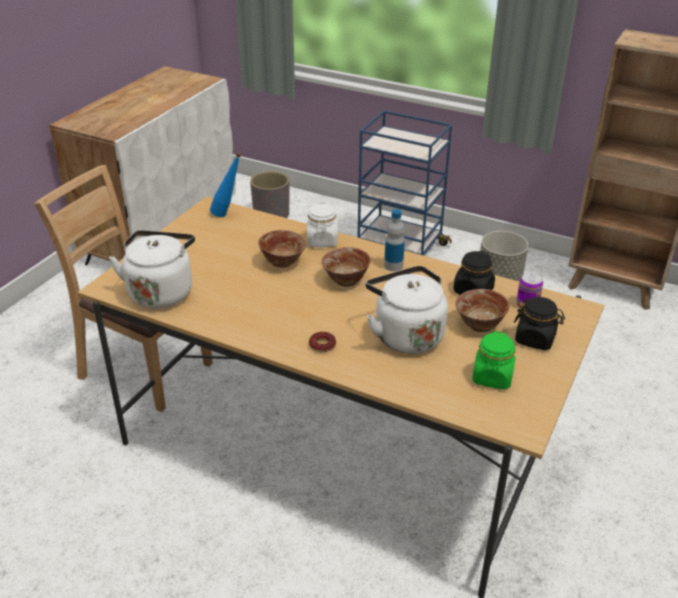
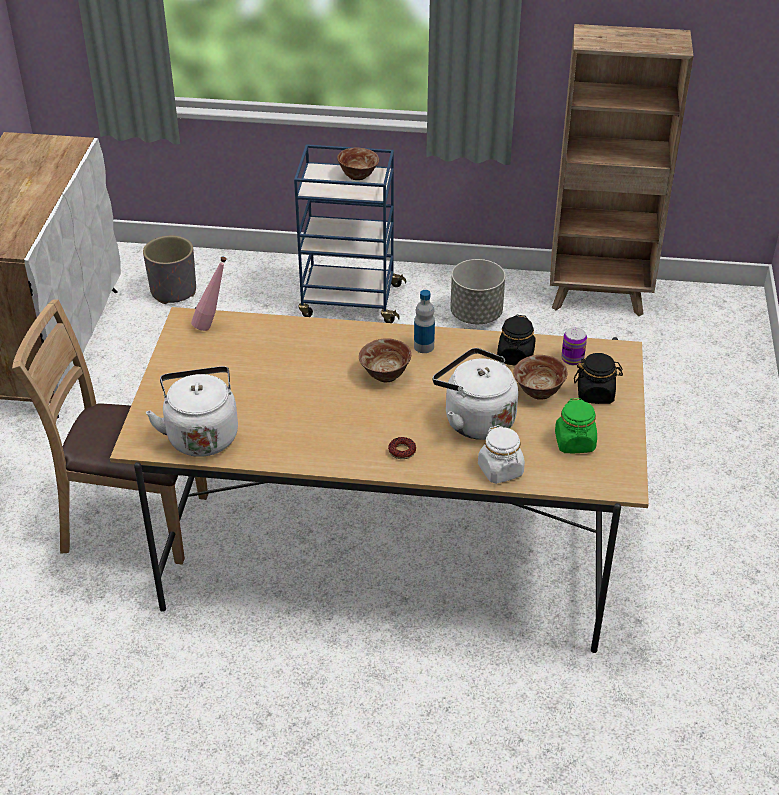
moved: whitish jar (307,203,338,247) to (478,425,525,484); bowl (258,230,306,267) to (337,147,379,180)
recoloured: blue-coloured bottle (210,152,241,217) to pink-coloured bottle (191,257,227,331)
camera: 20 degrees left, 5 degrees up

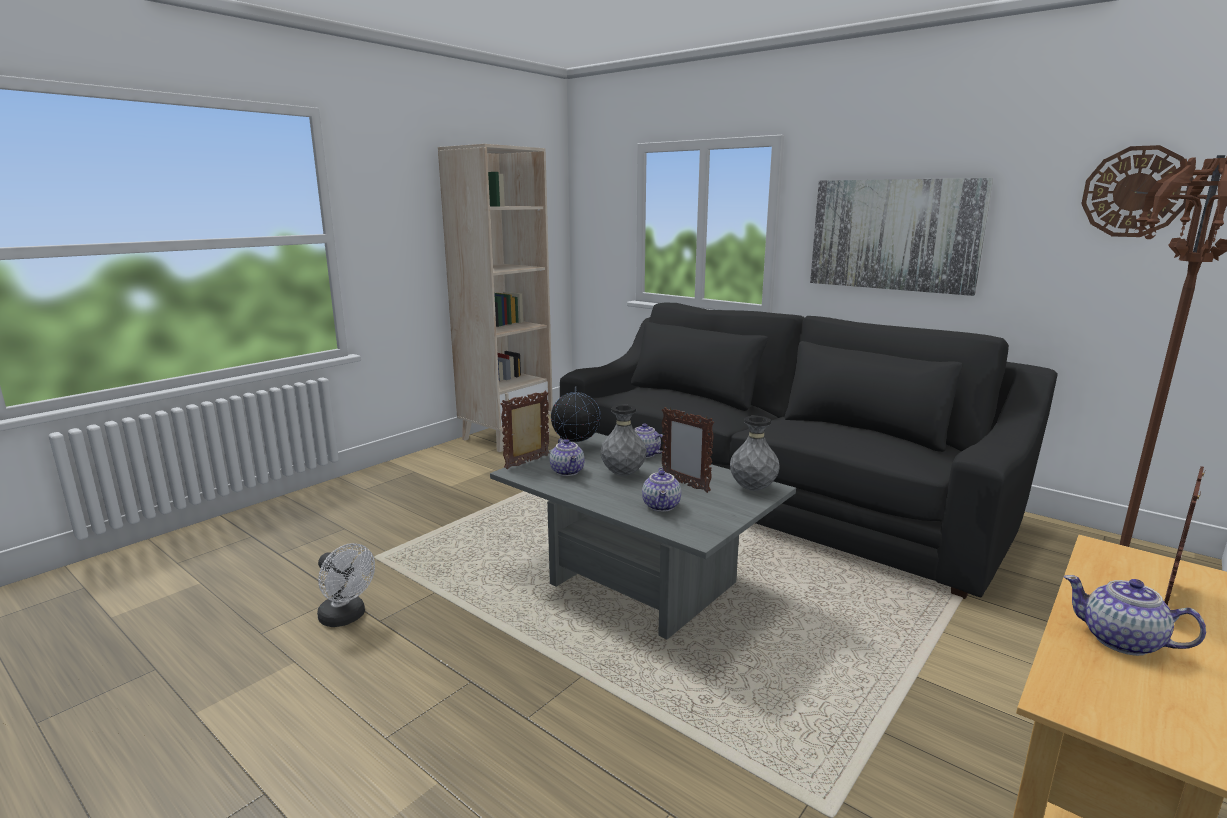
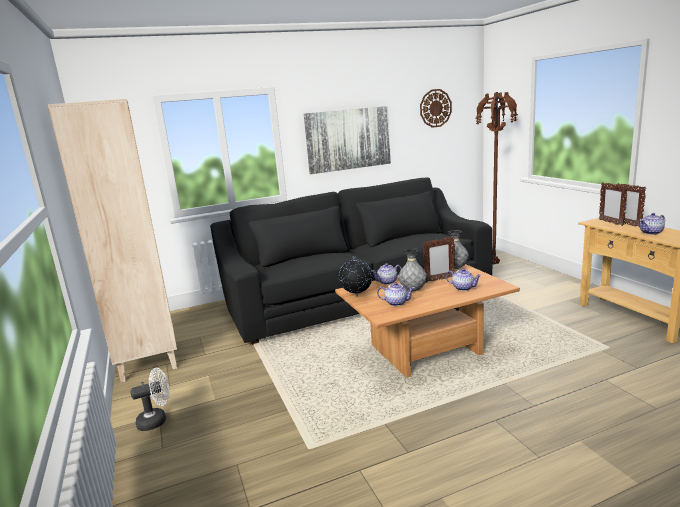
moved: standing frame (500,391,549,469) to (599,182,628,226); whitish electric fan (317,543,375,627) to (130,368,169,431)
recoloured: grey coffee table (490,433,796,639) to brown-coloured coffee table (335,264,520,378)
camera: 60 degrees left, 0 degrees up

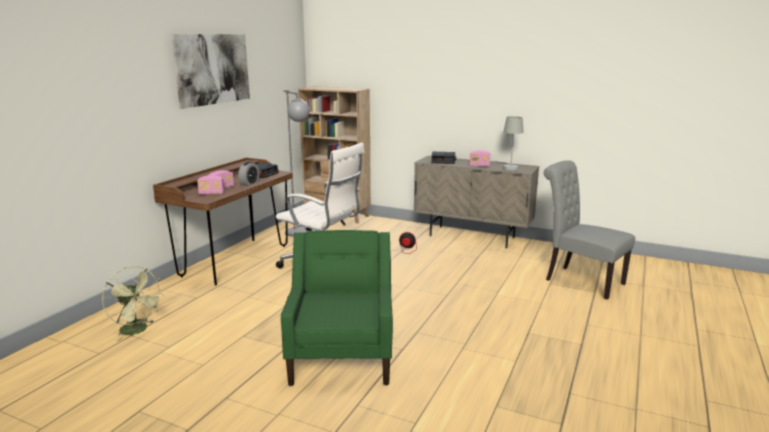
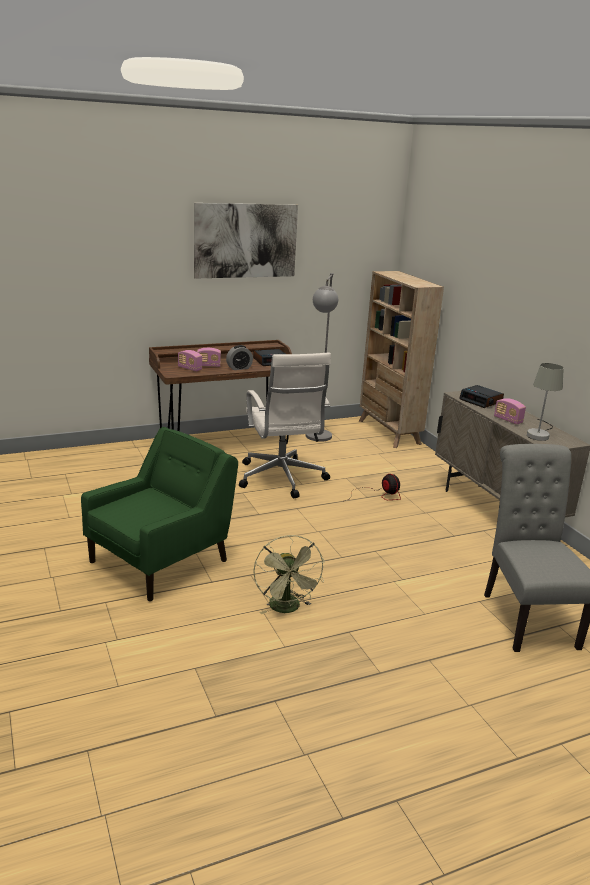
moved: green-coloured electric fan (102,266,164,341) to (253,535,325,614)
camera: 40 degrees right, 5 degrees up

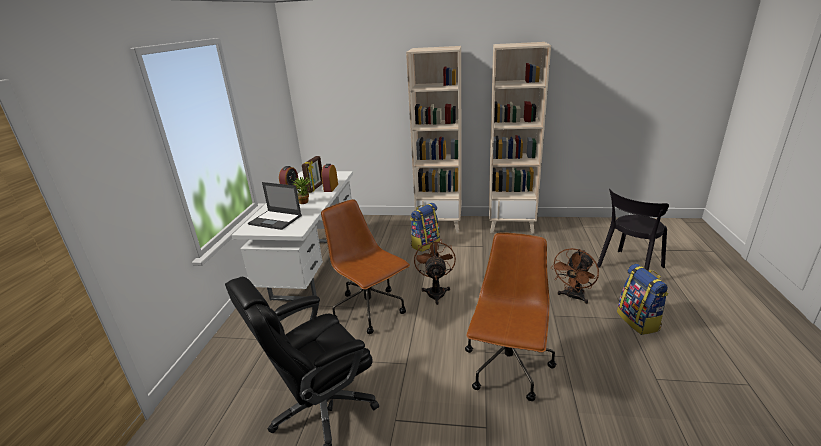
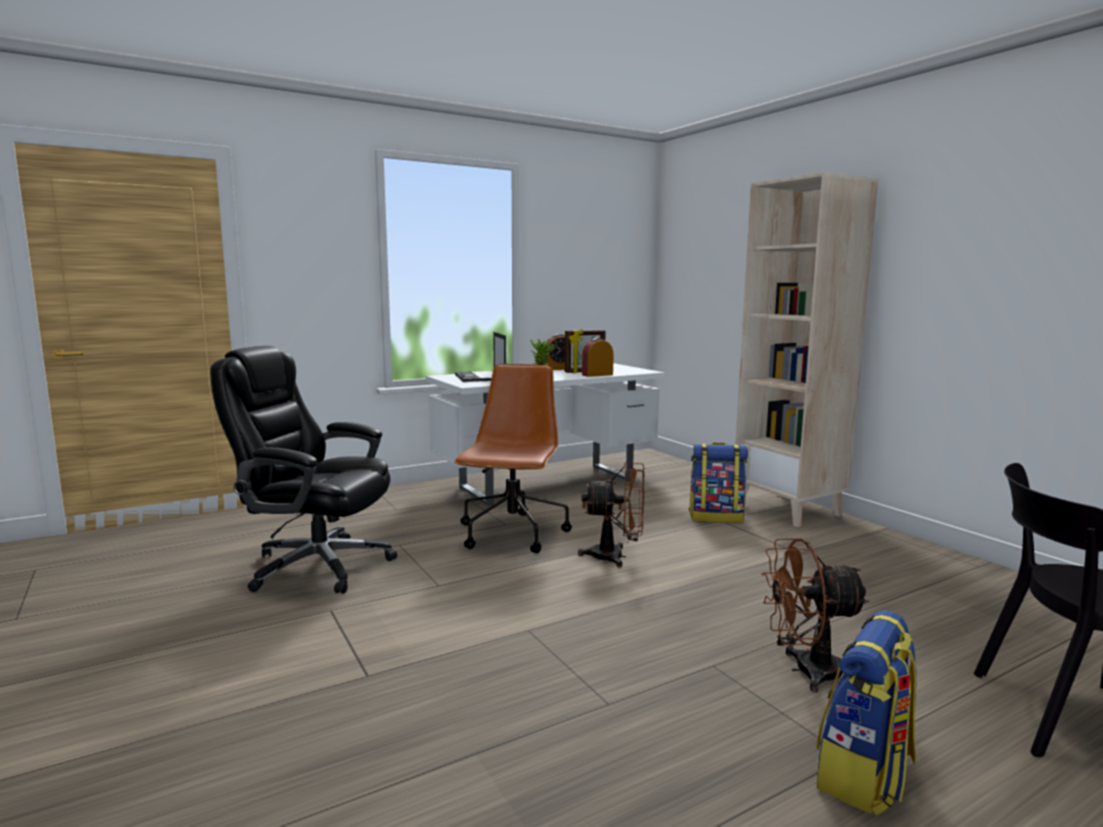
removed: beige-coloured shelving unit (489,42,551,234); brown-coloured office chair (465,232,557,401)
turned: brown-coloured electric fan (414,239,456,305) = (578,462,645,568) 45 degrees clockwise
camera: 50 degrees right, 15 degrees down

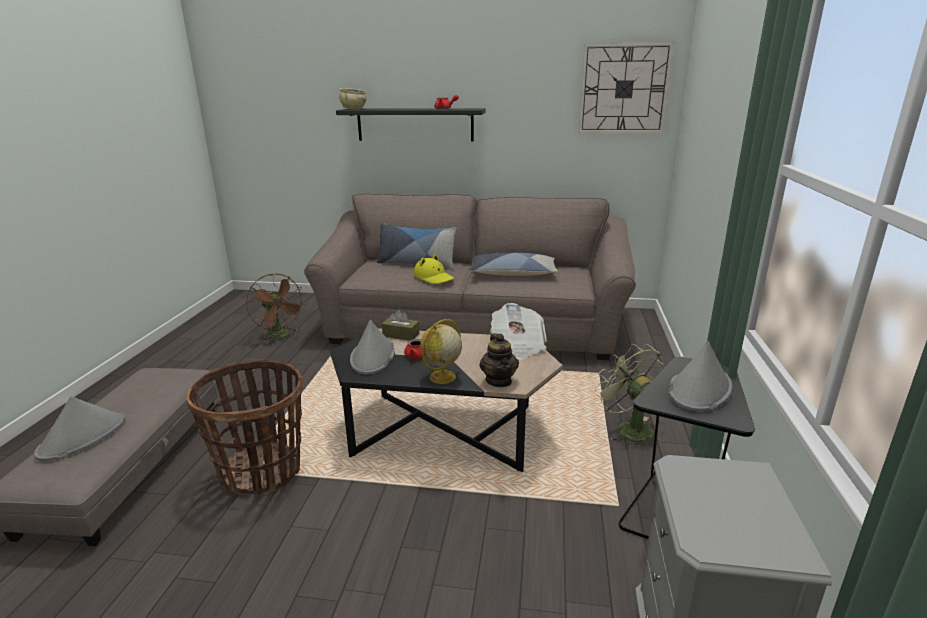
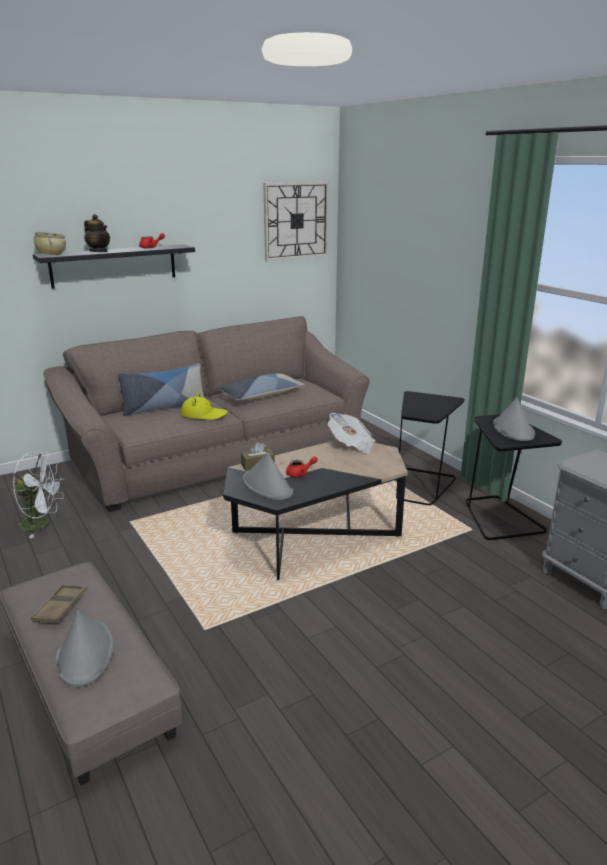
removed: globe (420,319,462,384); basket (187,360,303,495)
added: brown-coloured tray (31,584,87,624)
moved: teapot (479,333,519,387) to (84,214,110,252)
replaced: green-coloured electric fan (594,344,664,450) to blackish end table (396,391,465,505)
recoloured: brown-coloured electric fan (246,274,305,344) to whitish electric fan (13,452,64,538)
camera: 40 degrees left, 0 degrees up

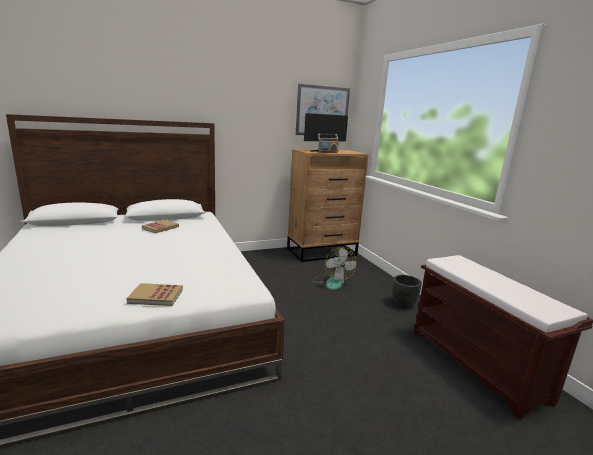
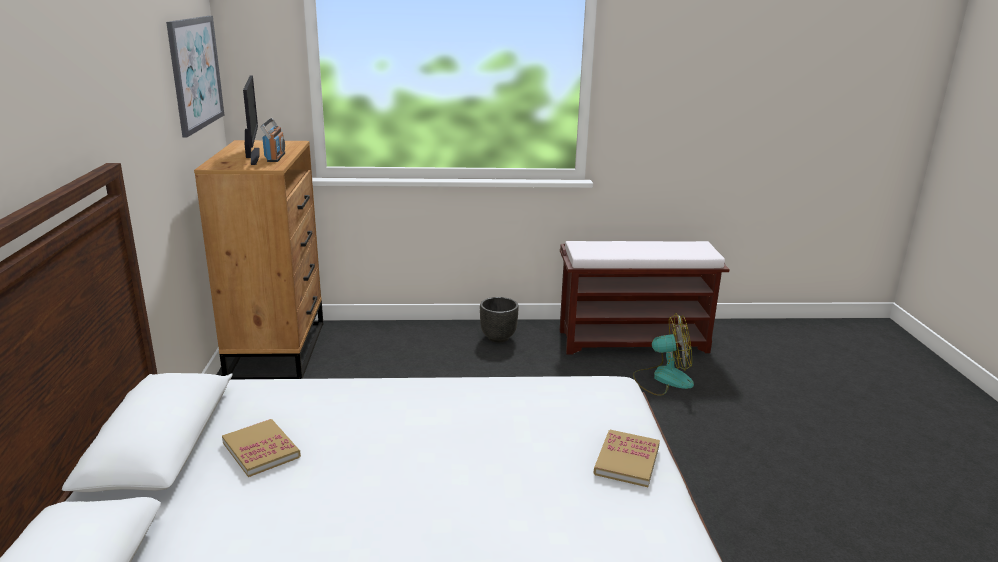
moved: electric fan (312,247,357,290) to (633,313,694,396)
camera: 70 degrees left, 5 degrees up

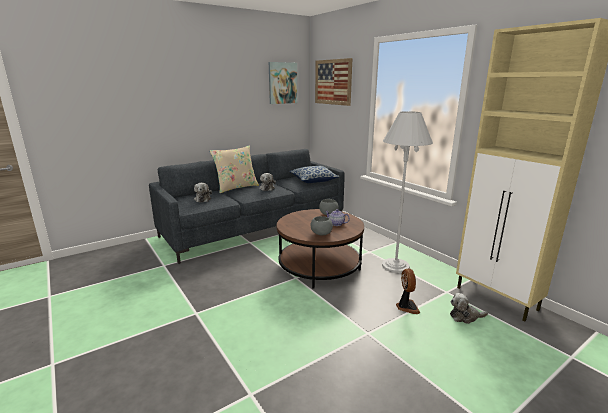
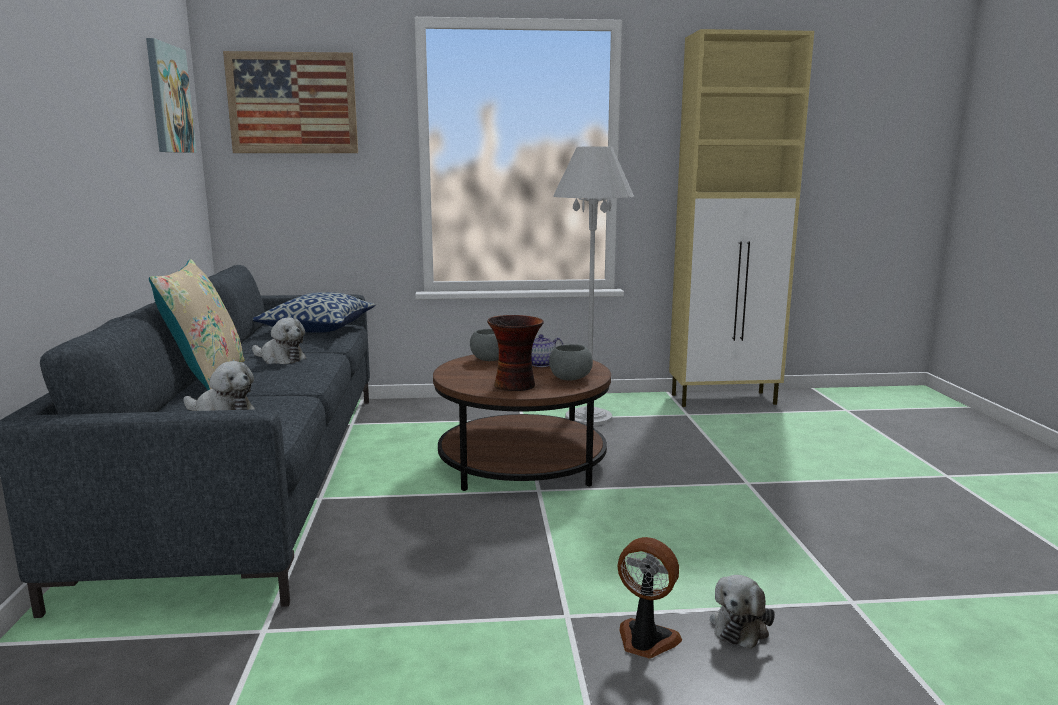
added: flower vase (487,315,544,391)
moved: electric fan (396,269,420,314) to (617,537,682,658); plush toy (450,293,488,324) to (710,575,775,649)
camera: 60 degrees left, 5 degrees down

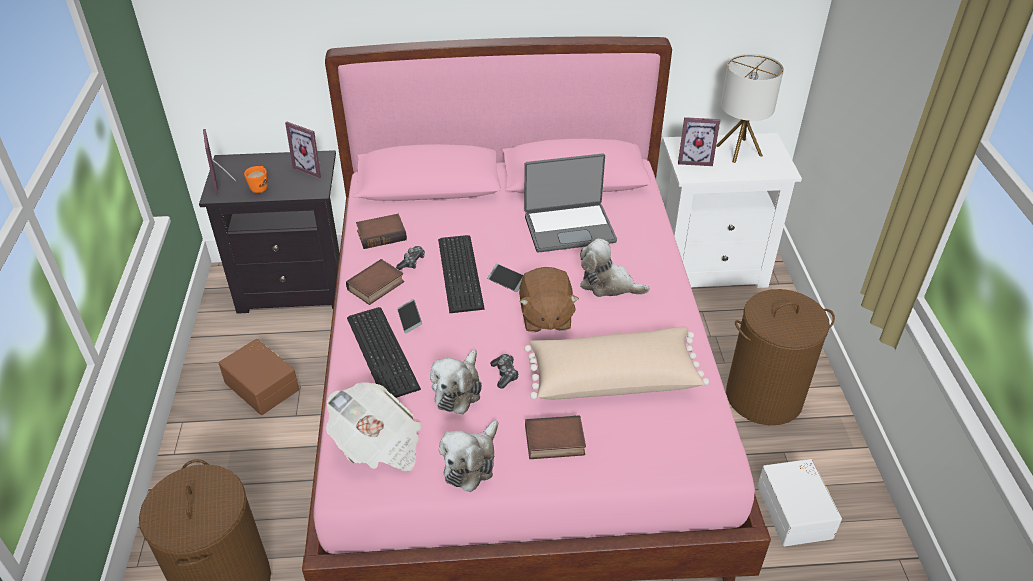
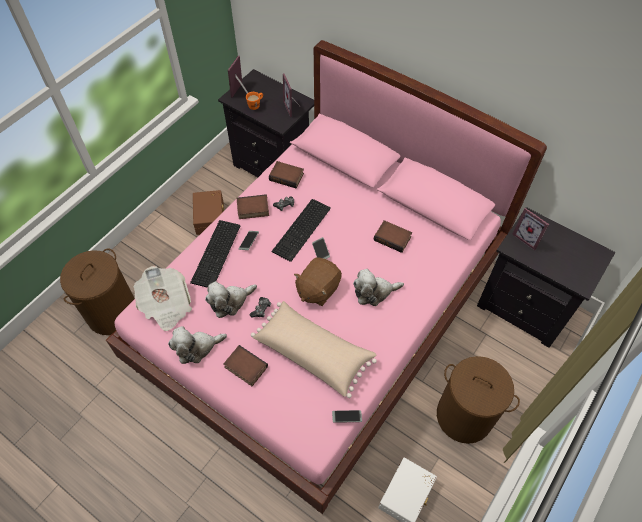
removed: lamp for a table (716,54,784,163)
added: handset (332,410,362,423)
replaced: notebook computer (524,153,617,252) to bound book (374,220,412,253)
recoloured: whitish nightstand (662,133,802,288) to blackish nightstand (477,207,616,348)
turned: plush toy (580,238,650,297) = (353,269,404,306) 75 degrees counterclockwise
camera: 40 degrees right, 15 degrees up

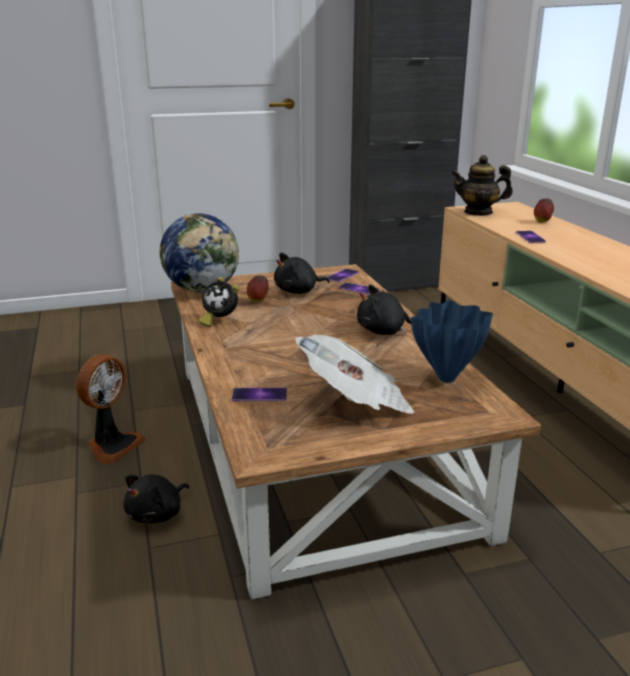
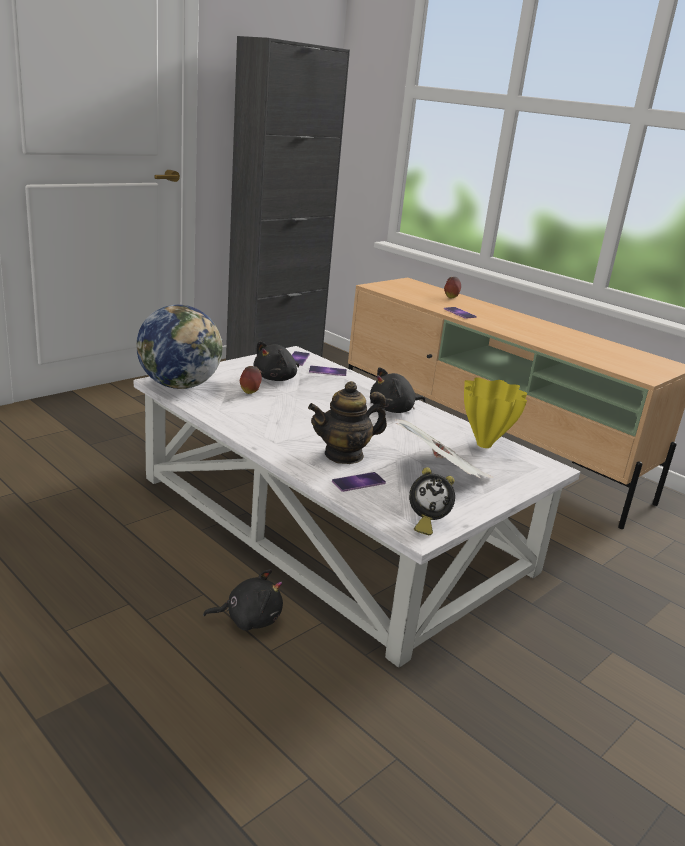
removed: electric fan (76,354,146,464)
moved: teapot (451,155,513,216) to (308,381,387,464); table clock (199,277,239,327) to (409,467,455,535)
recoloured: brown-coloured coffee table (171,264,541,600) to whitish coffee table (134,346,581,667); blue-coloured flower vase (411,301,493,383) to yellow-coloured flower vase (464,377,527,448)
turned: blackish plush toy (123,474,189,523) = (203,569,283,631) 105 degrees counterclockwise
camera: 30 degrees left, 0 degrees up

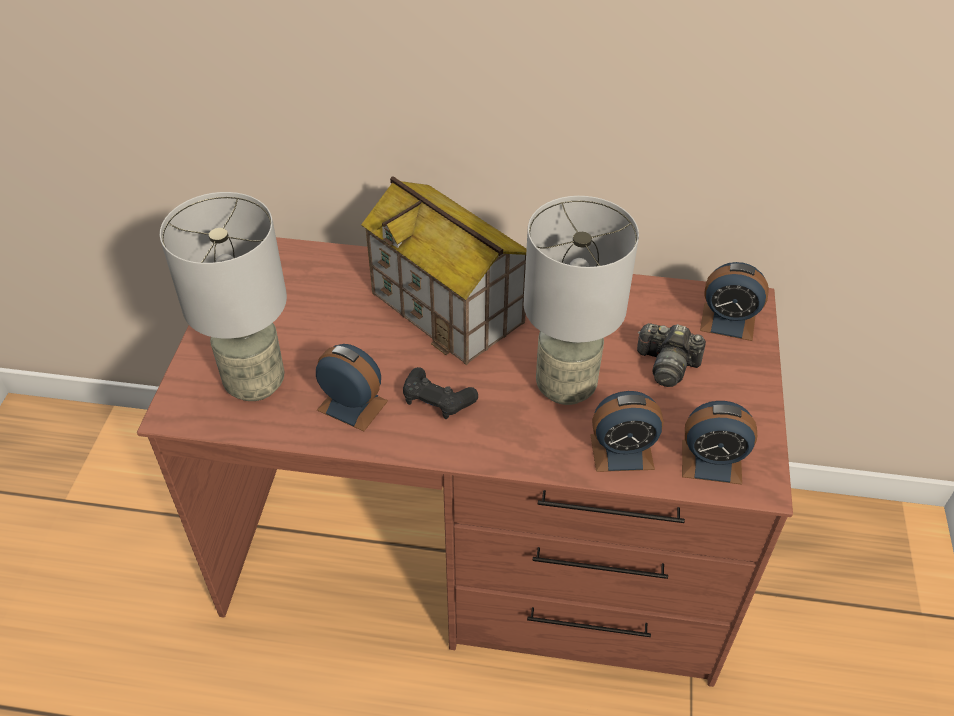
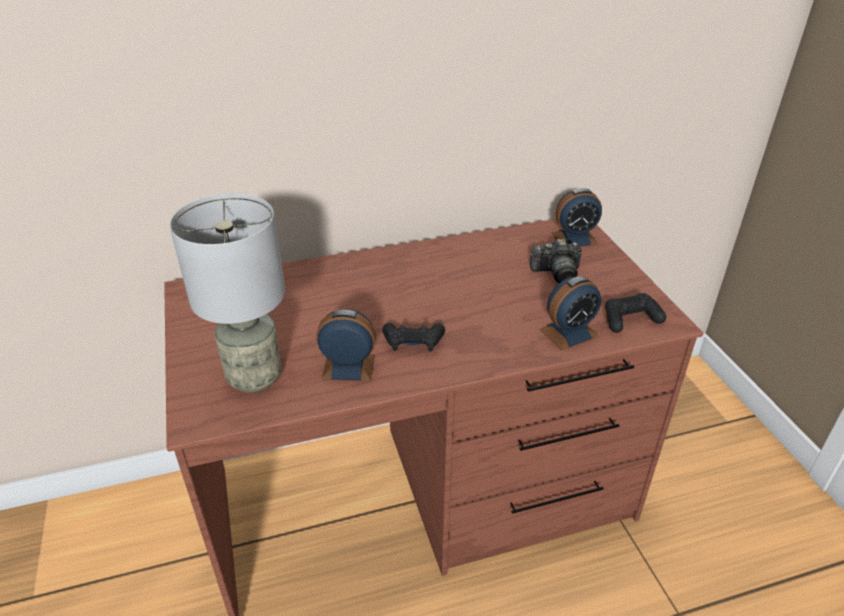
removed: miniature house (361,176,526,365); grey lamp for a table (524,196,639,405)
replaced: table clock (682,401,757,485) to blackish game controller (605,293,666,333)
camera: 25 degrees left, 10 degrees down

